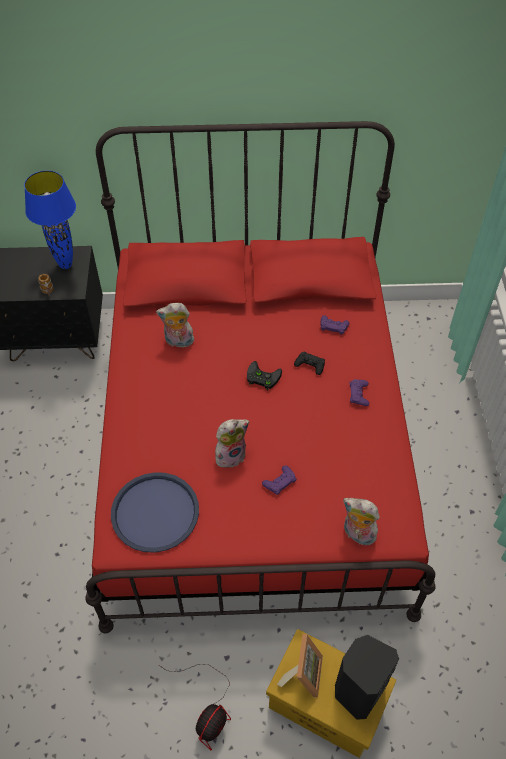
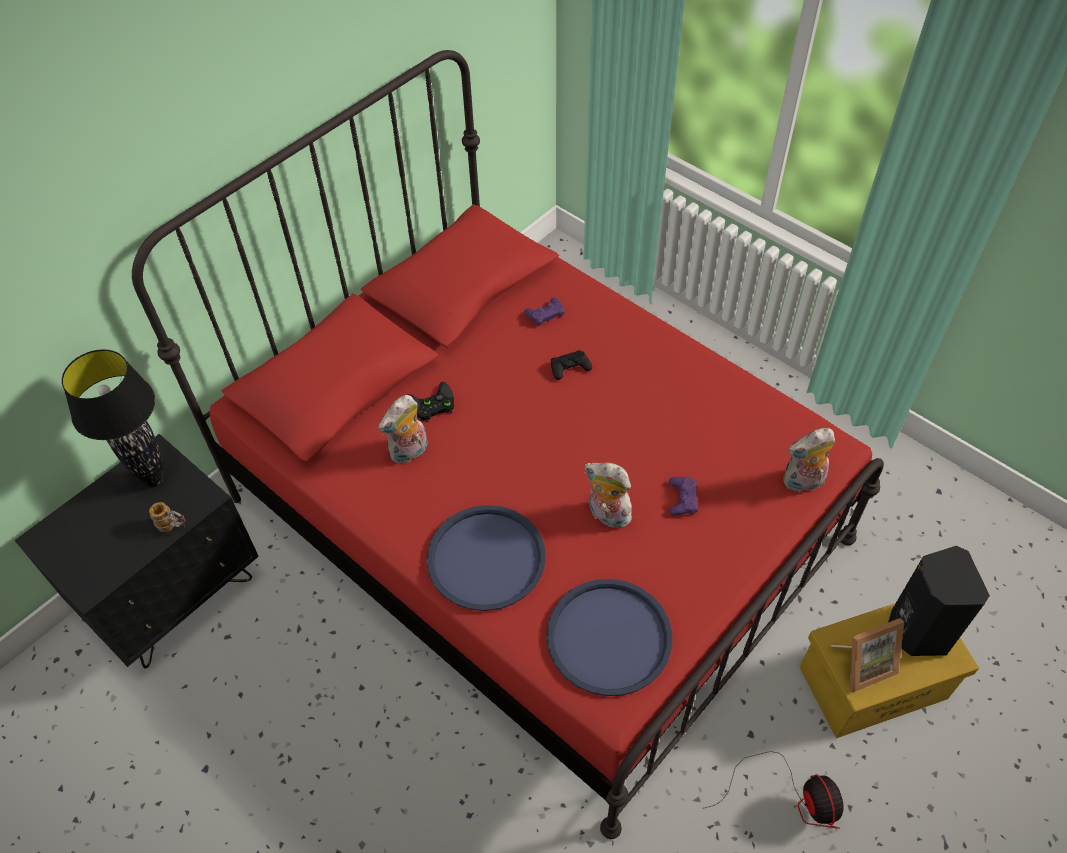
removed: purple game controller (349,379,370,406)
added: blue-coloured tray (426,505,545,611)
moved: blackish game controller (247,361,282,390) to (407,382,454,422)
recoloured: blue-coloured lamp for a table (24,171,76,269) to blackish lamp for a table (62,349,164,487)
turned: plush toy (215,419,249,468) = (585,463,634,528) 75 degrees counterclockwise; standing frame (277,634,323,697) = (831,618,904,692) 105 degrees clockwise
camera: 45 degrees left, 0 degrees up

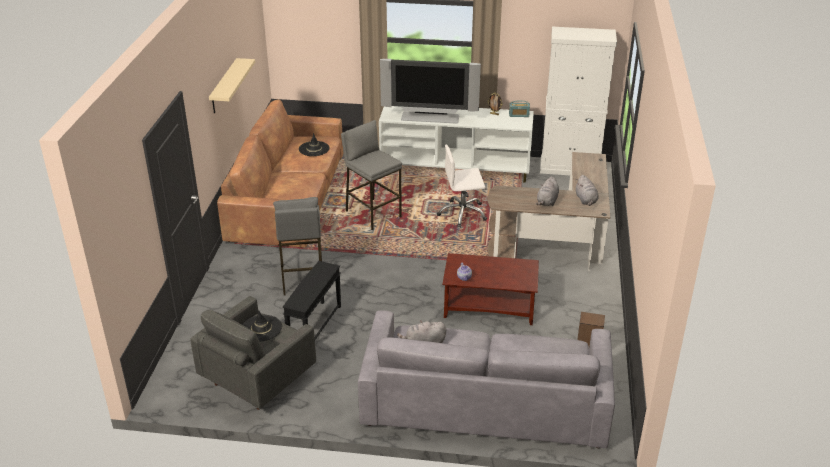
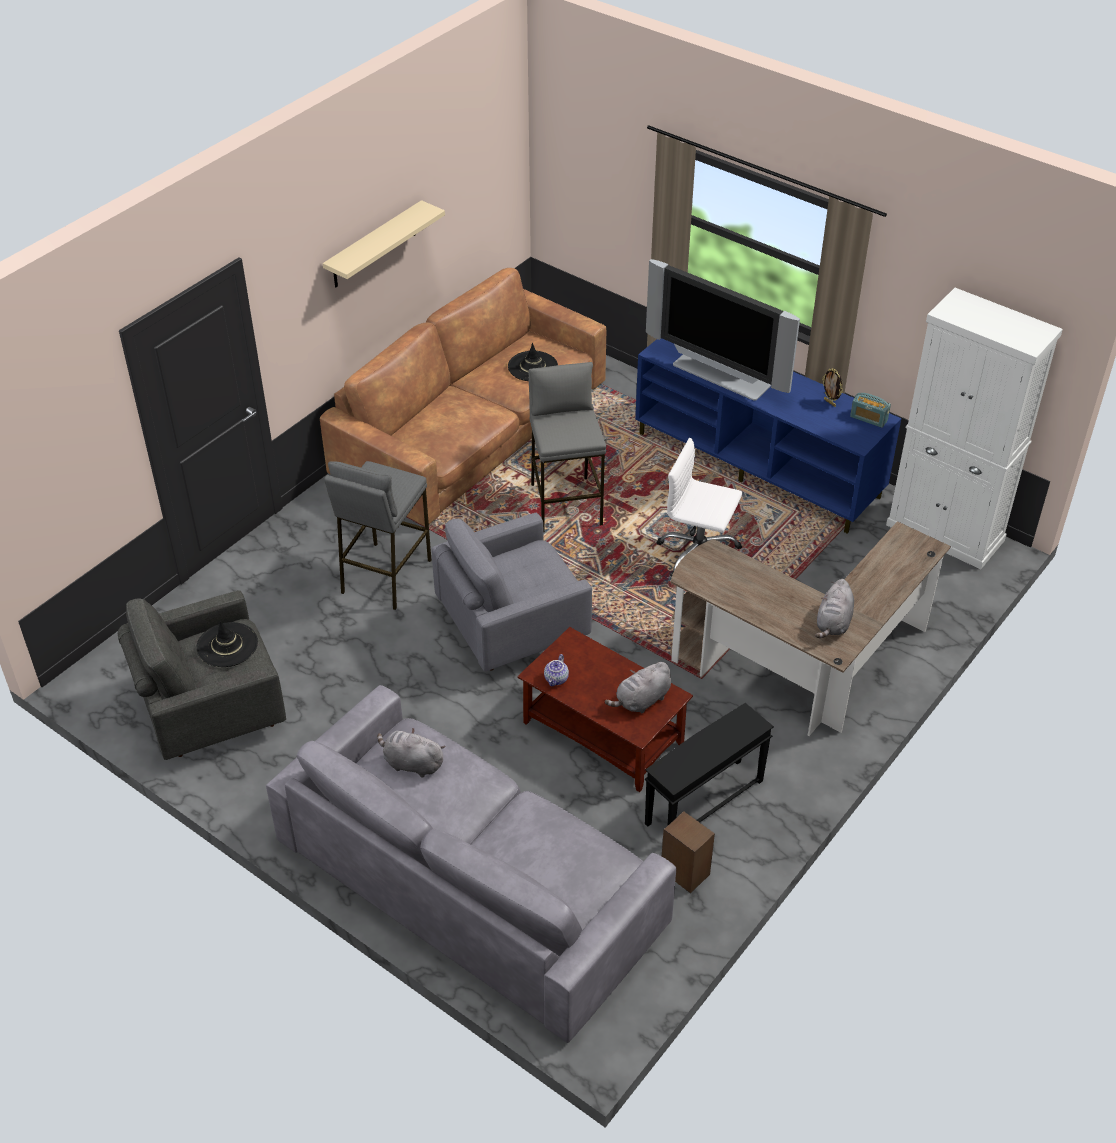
added: grey lounge chair (431,513,592,671)
moved: grey plush toy (536,176,559,206) to (605,662,671,713); blackish end table (282,261,341,340) to (645,703,774,827)
recoloured: whitish tv stand (379,106,534,183) to blue-coloured tv stand (635,338,902,534)
camera: 30 degrees right, 10 degrees up

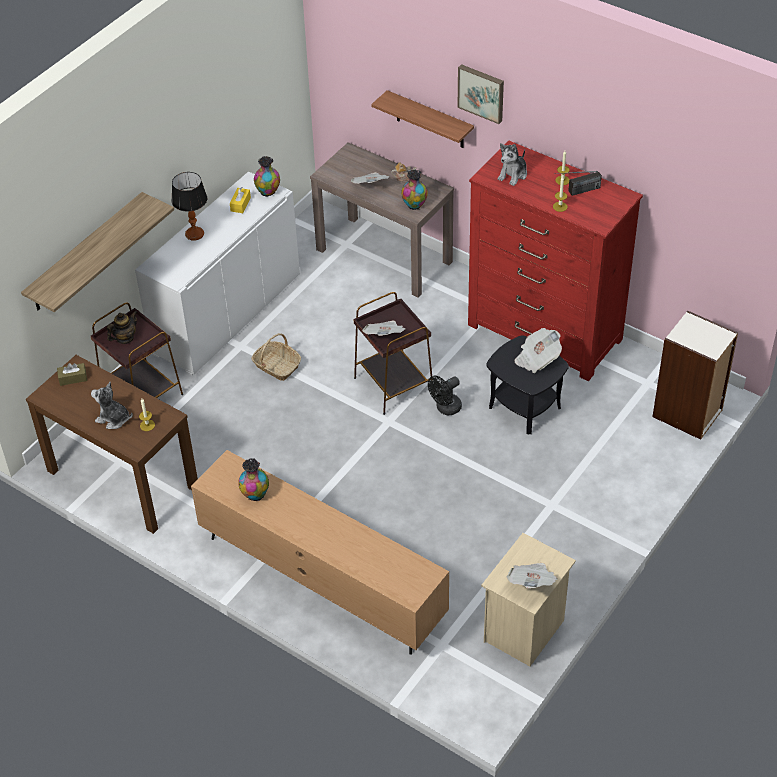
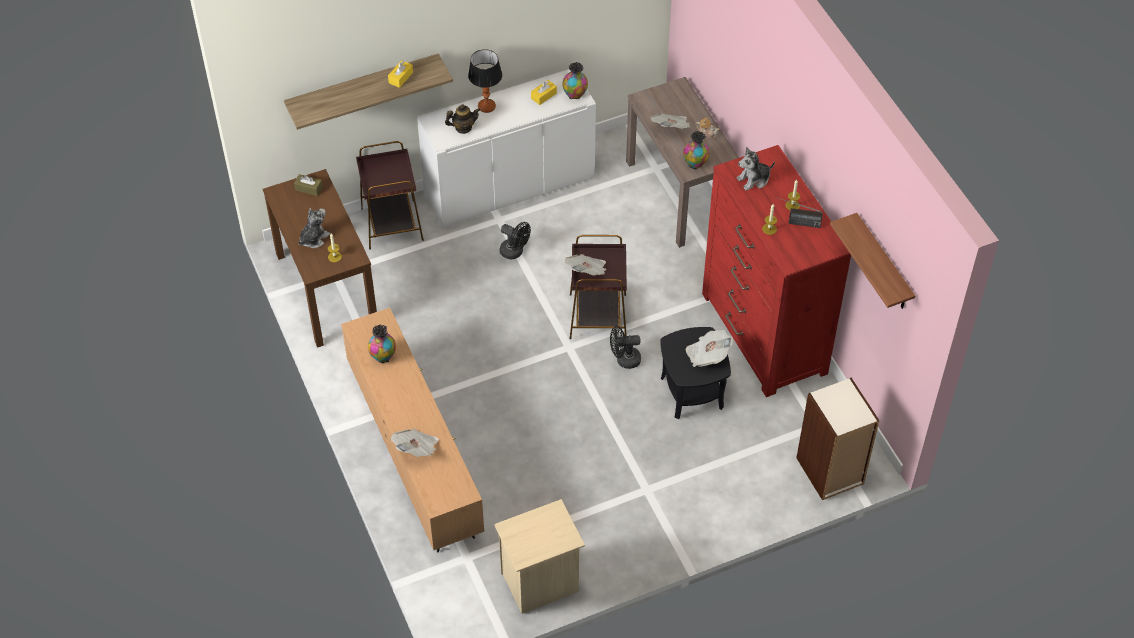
removed: wall art (457,64,504,124)
added: yellow-coloured box of tissues (388,60,413,88)
moved: shelf (371,90,474,148) to (830,213,915,309); teapot (107,311,137,344) to (445,104,480,134); newspaper (507,563,558,588) to (391,429,439,457)
replaced: basket (251,333,301,381) to blackish electric fan (500,222,531,259)
turned: plush toy (91,382,133,429) = (298,208,330,248) 75 degrees clockwise
camera: 30 degrees right, 5 degrees up

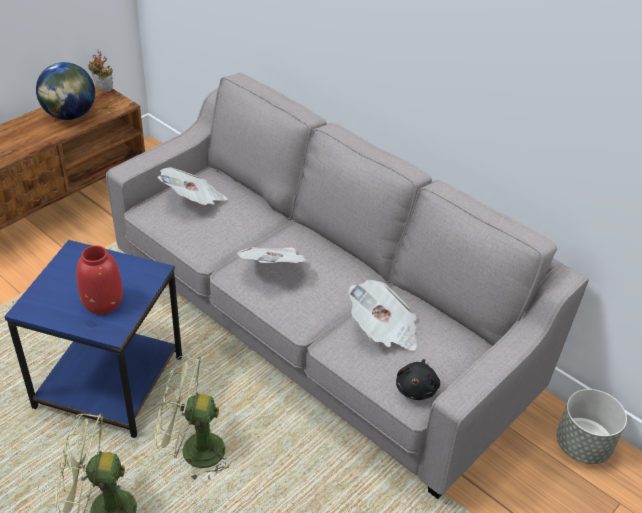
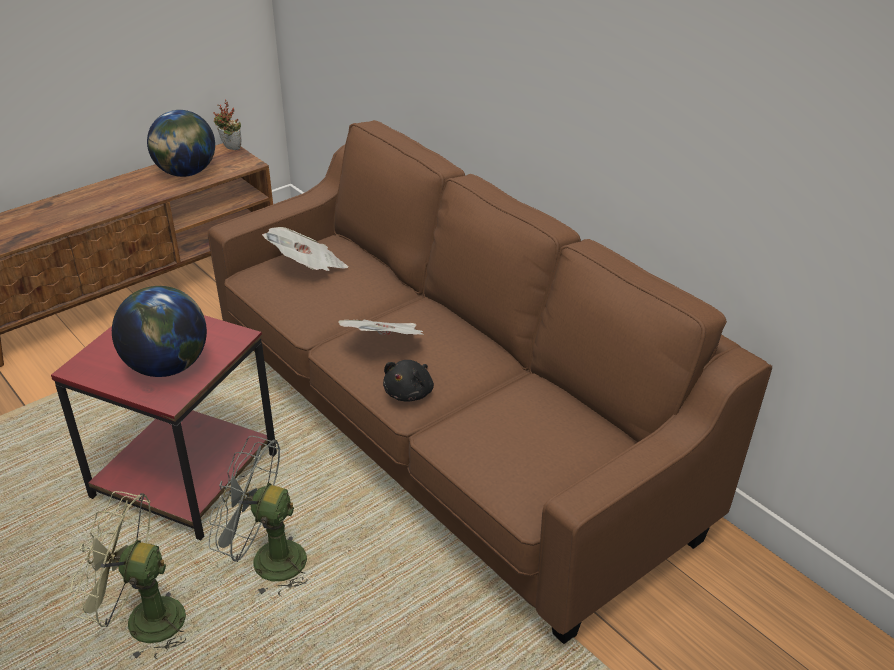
removed: newspaper (349,280,417,351); grey flower pot (556,389,627,464)
moved: blackish plush toy (396,359,440,400) to (383,360,434,402)
replaced: reddish flower vase (76,245,123,315) to globe (112,286,207,377)
recoloured: grey sofa (106,73,589,499) to brown-coloured sofa (208,120,772,644); blue-coloured end table (4,240,182,438) to reddish end table (51,315,277,540); green-coloured electric fan (155,356,236,480) to grey electric fan (209,436,316,596)
camera: 10 degrees right, 5 degrees down

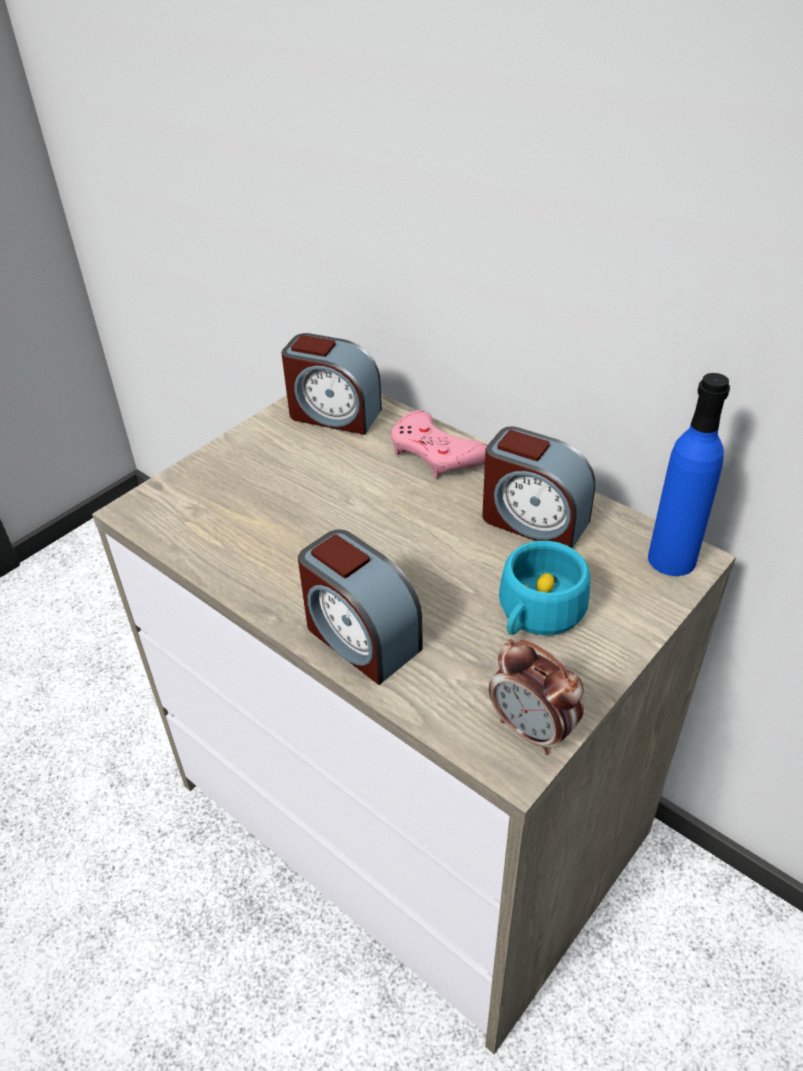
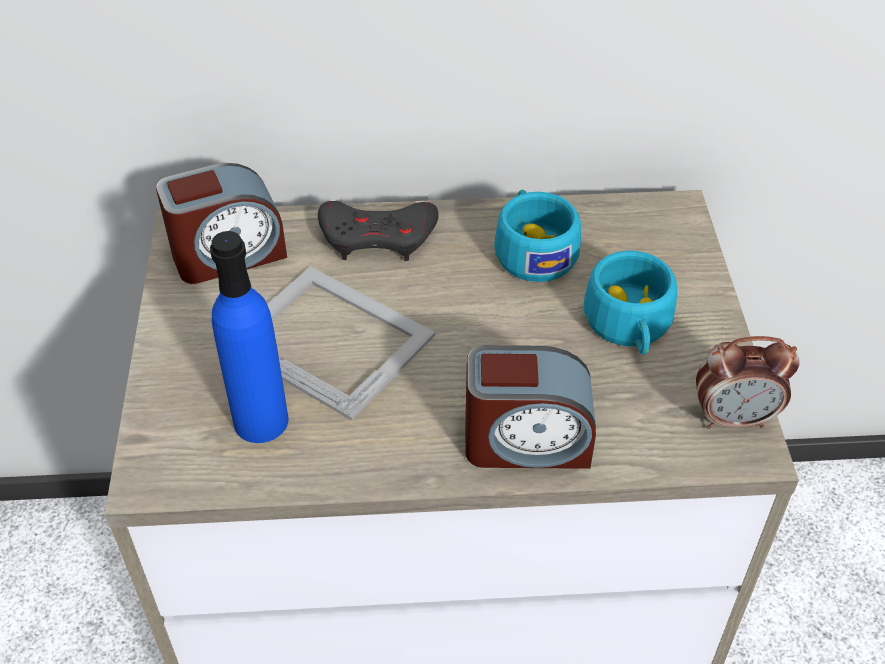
added: standing frame (267,266,435,421)
moved: blue-coloured bottle (648,373,730,576) to (210,231,288,443)
replaced: table clock (482,426,595,549) to blue-green drinking cup (494,190,581,282)
recoloured: pink-coloured game controller (391,410,487,478) to grey game controller (318,201,439,261)
camera: 45 degrees left, 5 degrees up

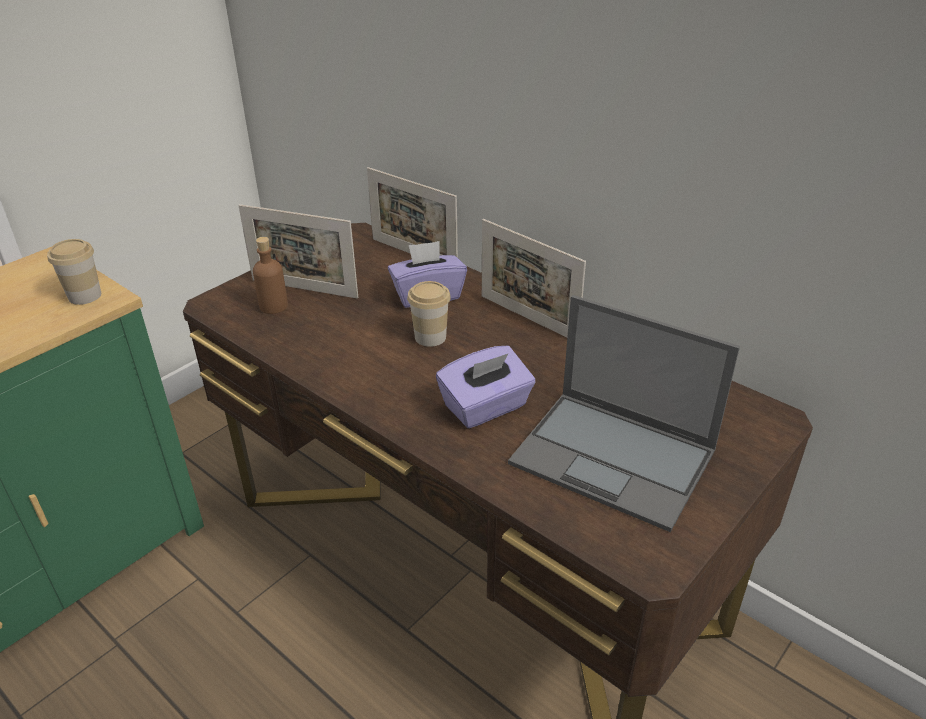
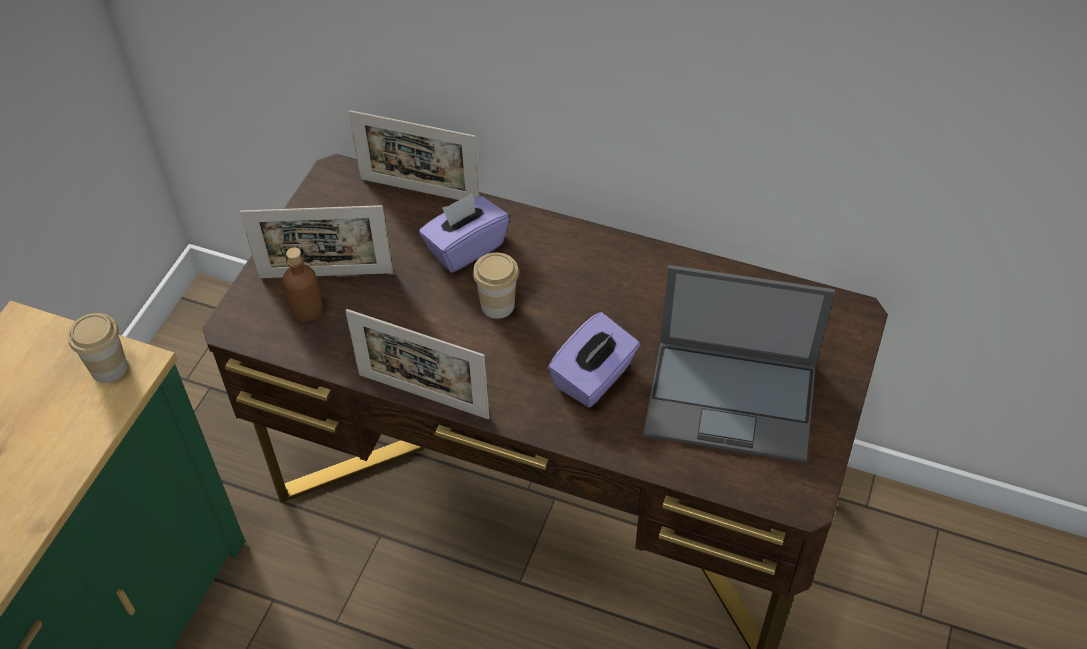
moved: standing frame (482,219,586,337) to (345,309,490,419)
camera: 20 degrees left, 15 degrees up

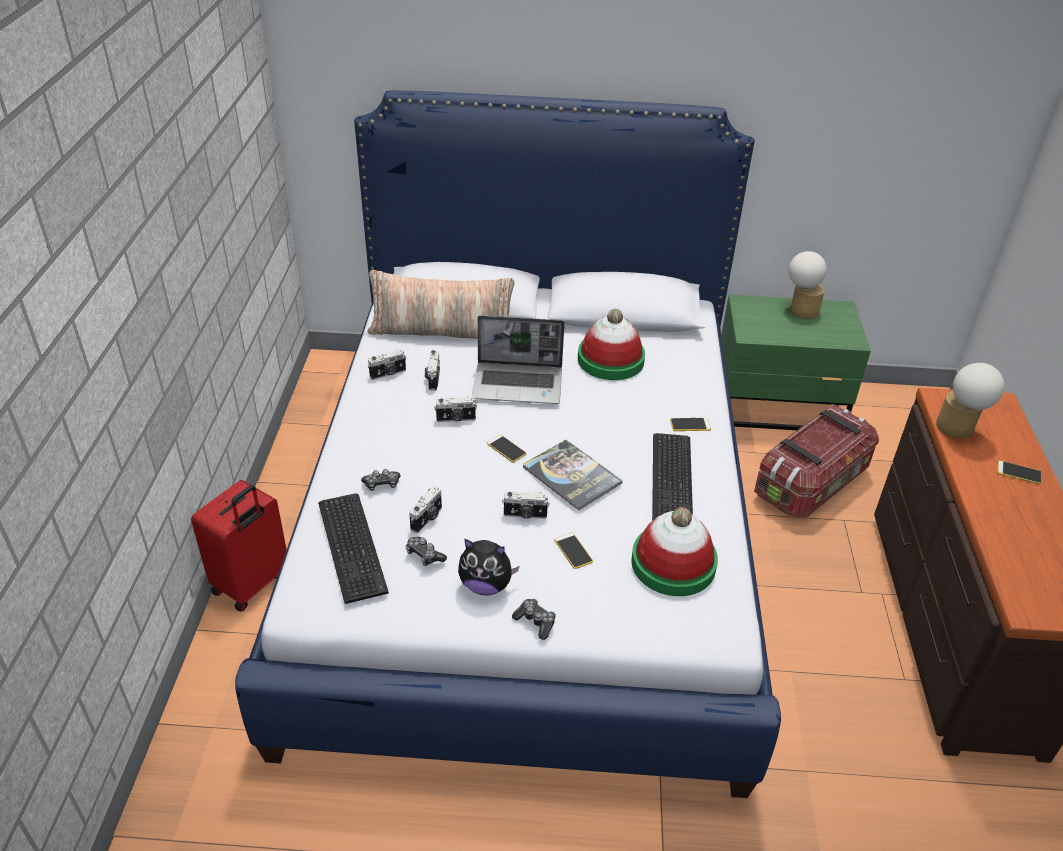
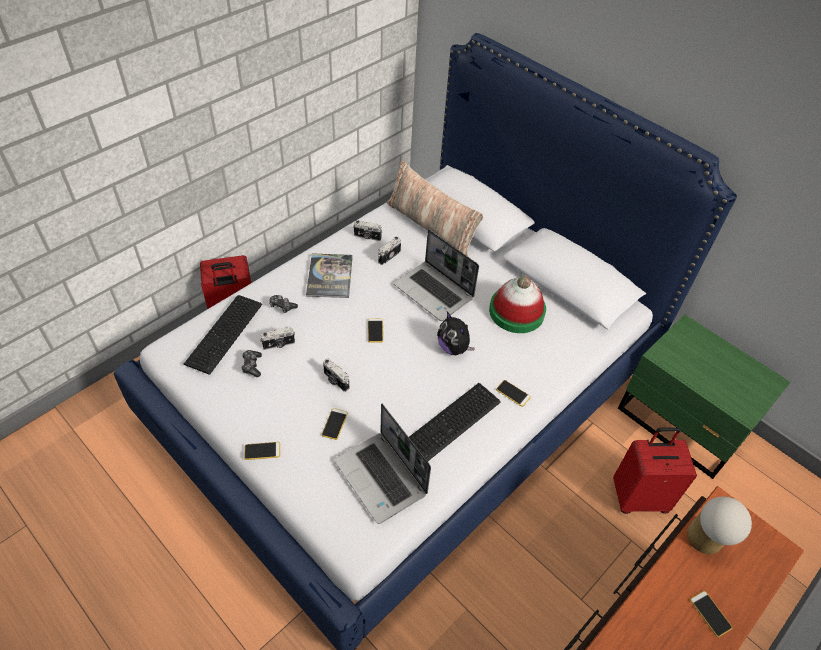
removed: lamp for a table (788,251,827,319); still camera (434,397,477,422)
moved: bound book (523,440,623,510) to (306,253,353,298); plush toy (458,538,520,596) to (437,312,475,355)
replaced: storage bin (754,404,879,517) to reddish piece of luggage (613,427,697,514); clothing hat (631,507,718,596) to notebook computer (334,404,431,524); game controller (512,599,556,640) to handset (244,442,280,460)
camera: 40 degrees right, 10 degrees up

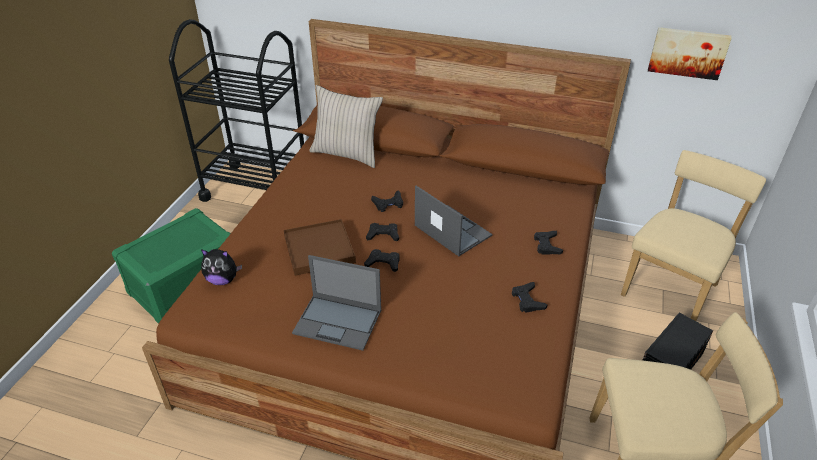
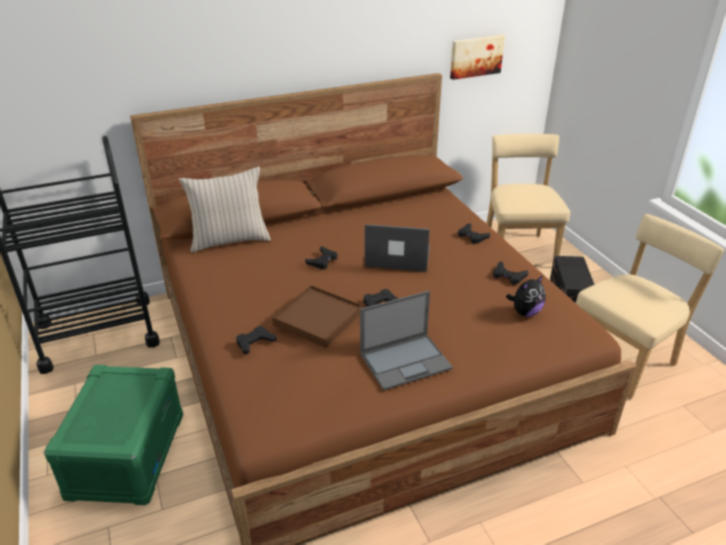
moved: blackish game controller (366,223,399,241) to (236,326,276,354); plush toy (201,249,242,285) to (506,275,546,316)
camera: 40 degrees left, 5 degrees down

